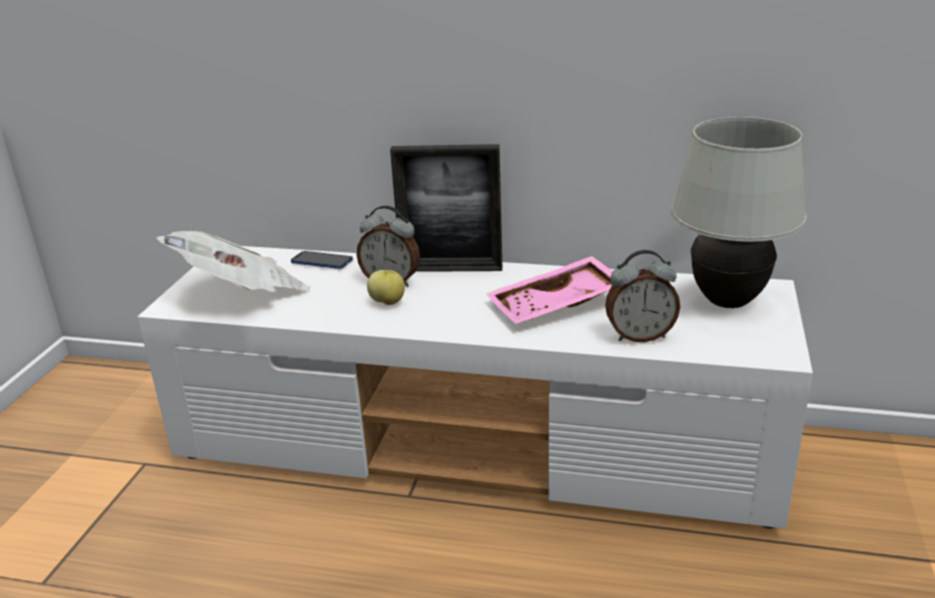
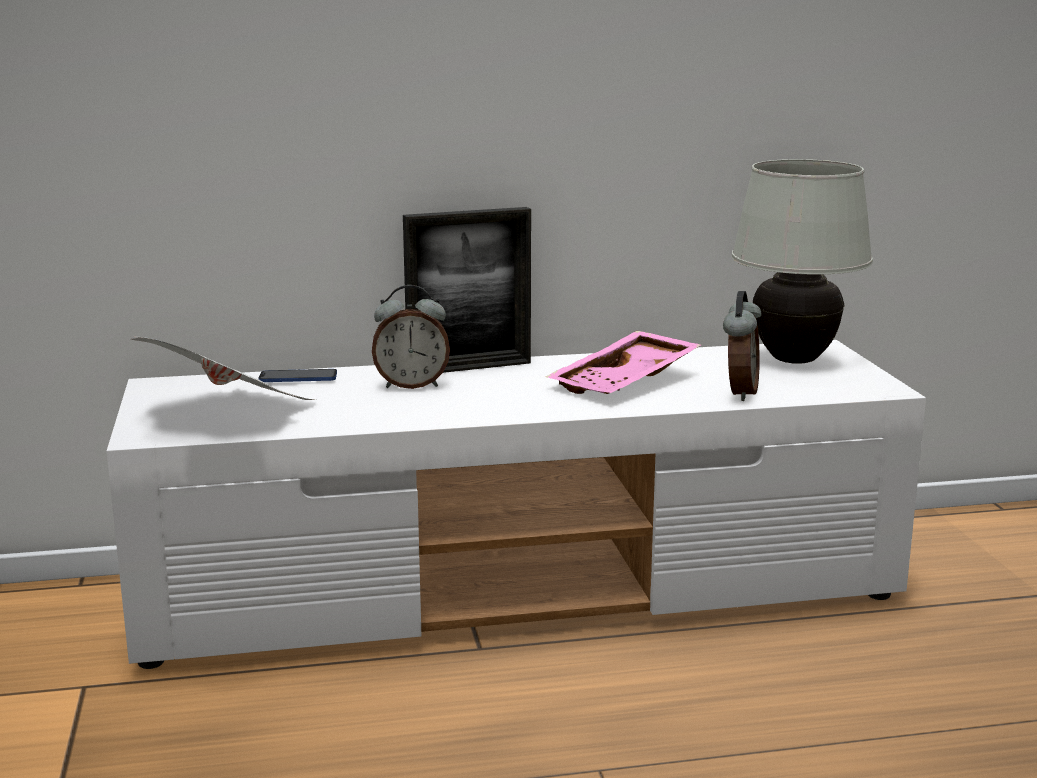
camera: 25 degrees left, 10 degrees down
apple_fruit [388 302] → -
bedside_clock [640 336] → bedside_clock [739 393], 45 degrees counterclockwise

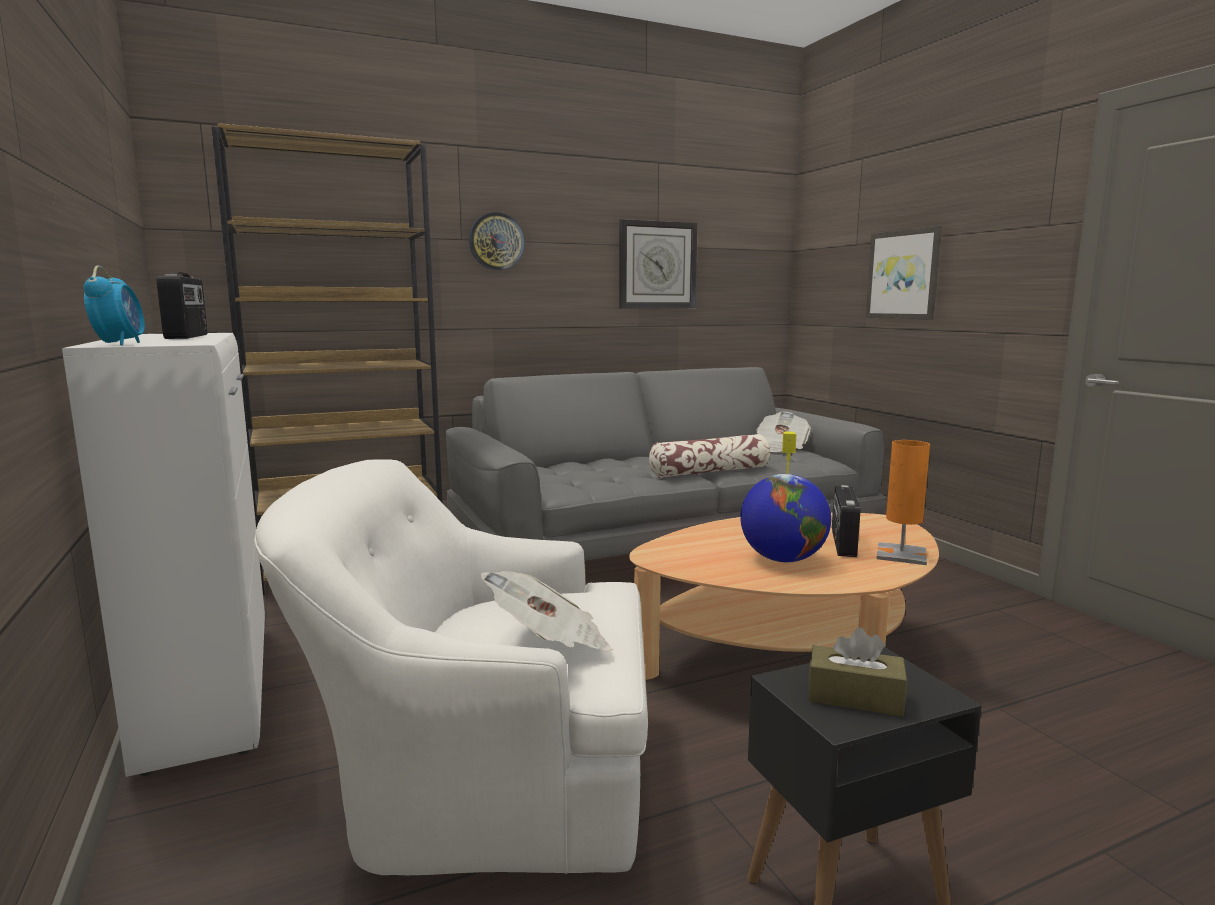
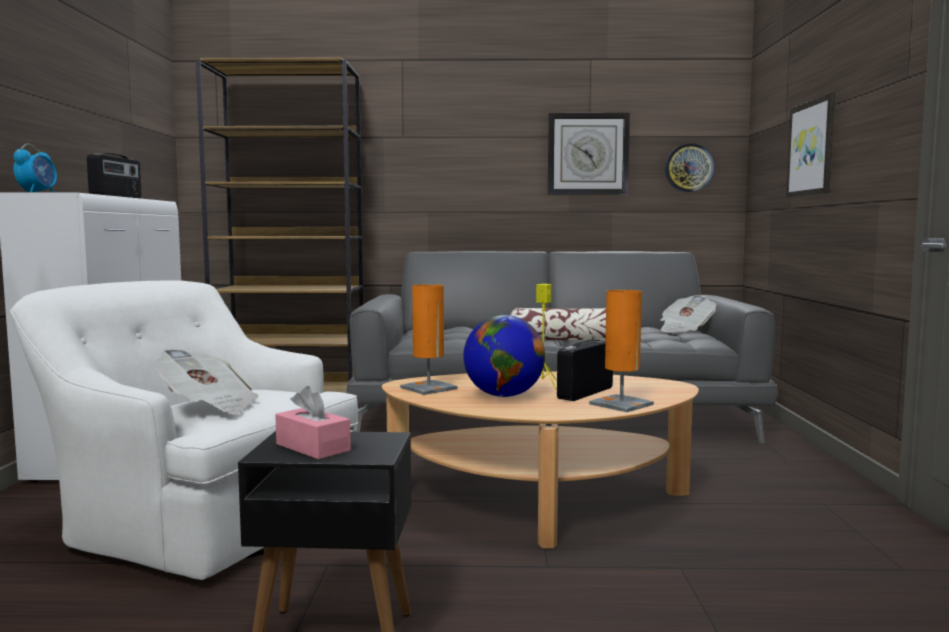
camera: 25 degrees right, 5 degrees down
wall_clock [496 241] → wall_clock [689 168], moved
brown_tissue_holder [854 697] → pinkish_tissue_holder [313 447]
- → orangey_tabletop_lamp [428 388]

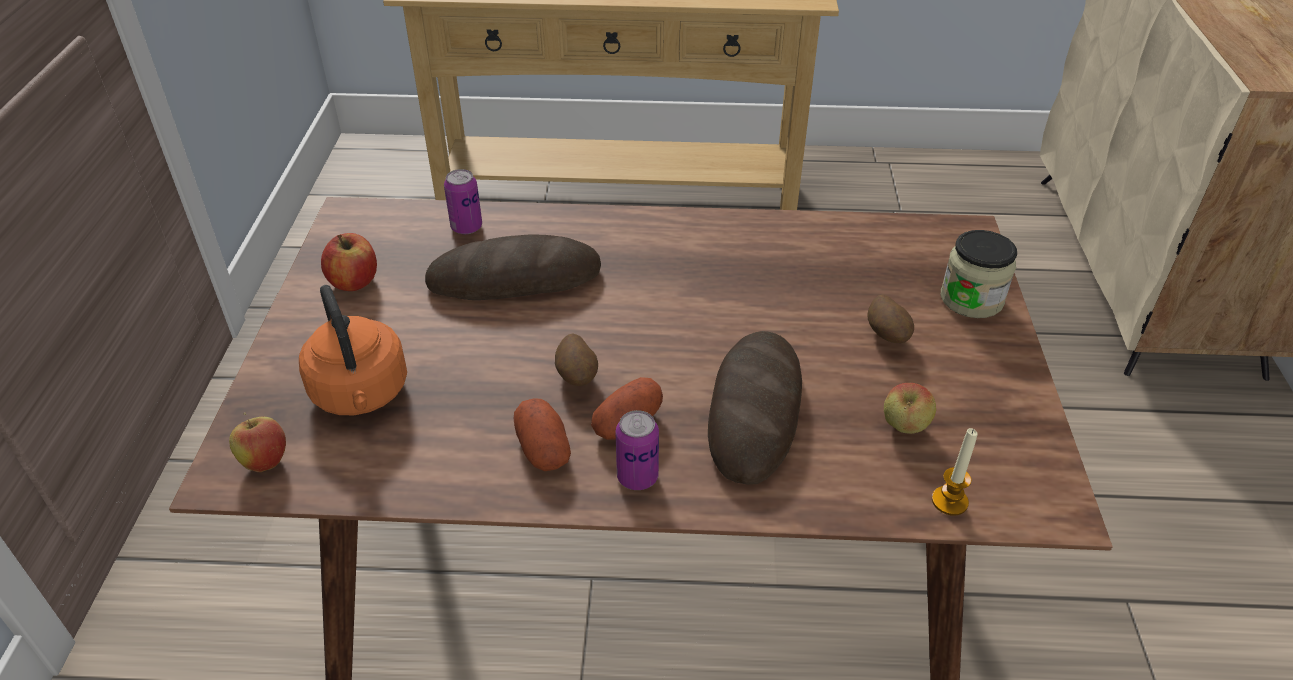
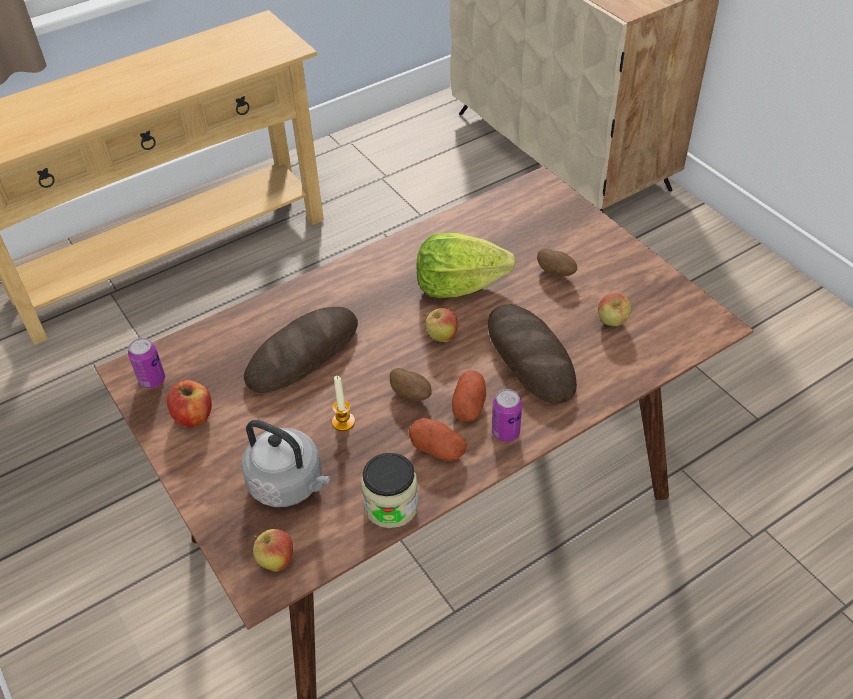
camera: 35 degrees left, 5 degrees up
orangey_tea_kettle [361 395] → gray_tea_kettle [289 484]
sealed_can [466 227] → sealed_can [152 380], moved
candle [949 501] → candle [343 422], moved
preserve_jar [971 299] → preserve_jar [391 506], moved
- → lettuce [459 285]
- → apple_fruit [441 337]

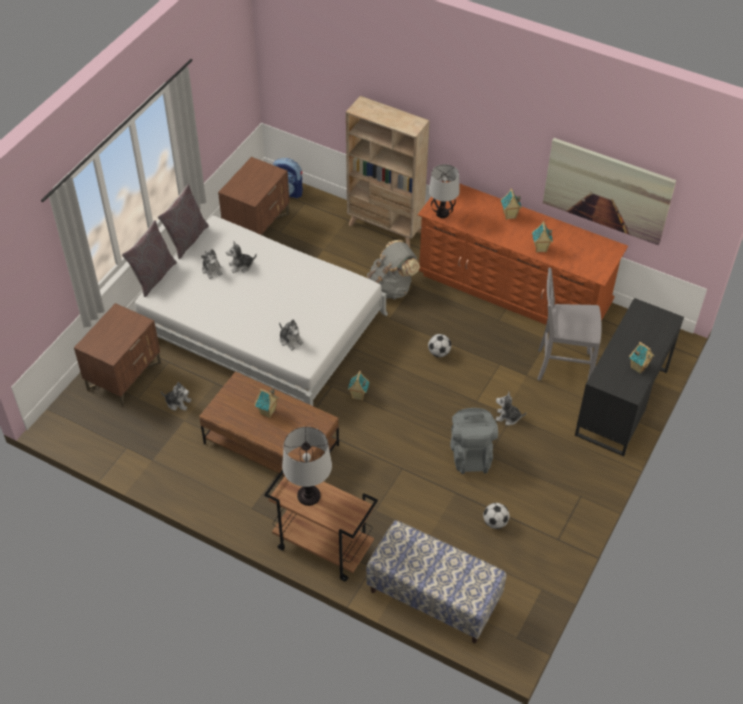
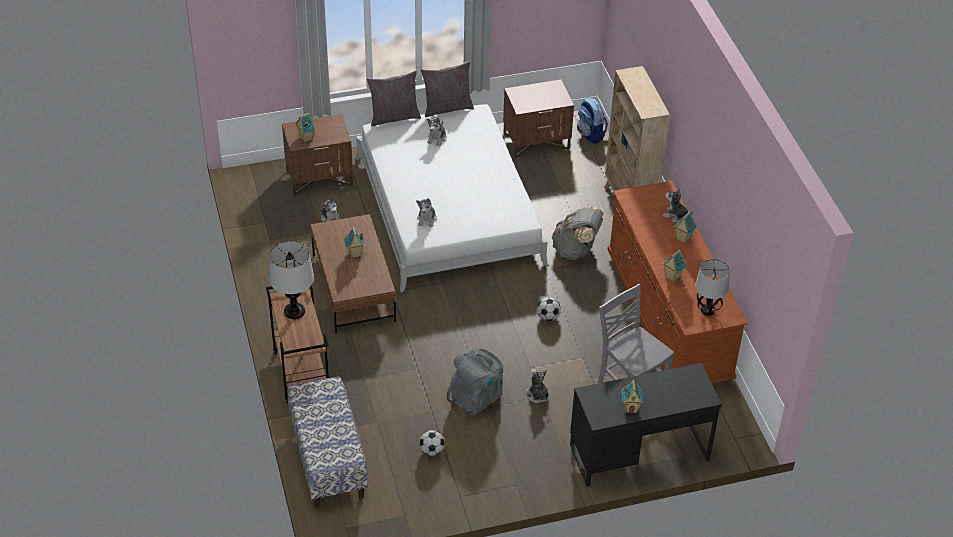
camera: 45 degrees right, 5 degrees down
plush_toy [241 266] → plush_toy [675 215], moved
model_house [358 396] → model_house [305 138], moved
tabletop_lamp [442 214] → tabletop_lamp [707 310], moved
picture [607 190] → -

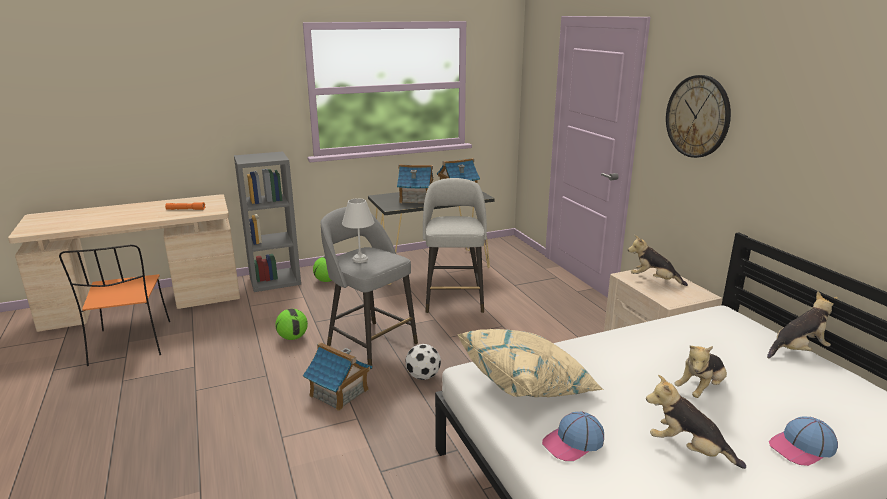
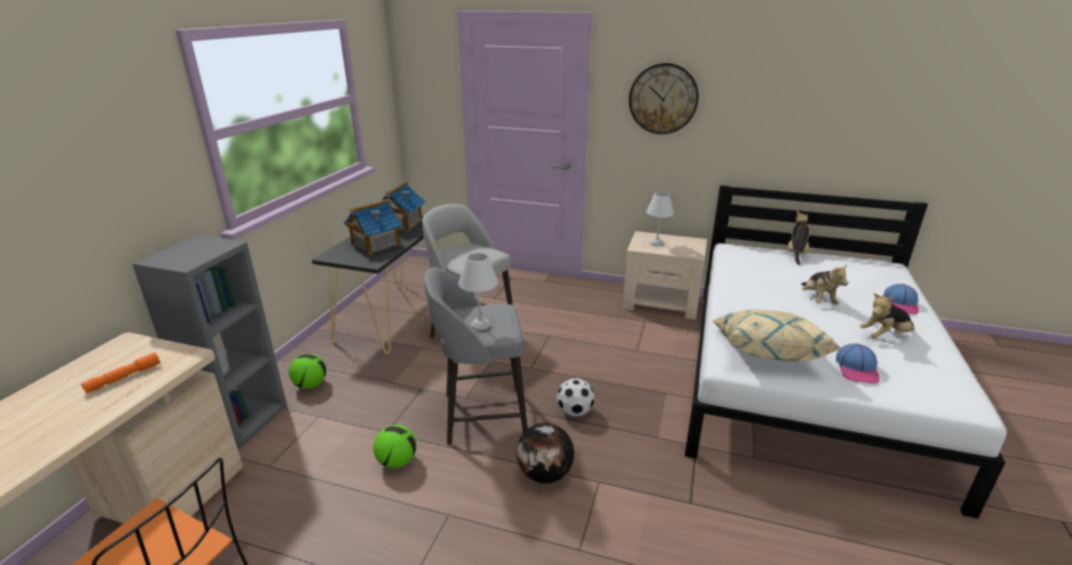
camera: 50 degrees left, 5 degrees up
model_house [339 393] → world_globe [545 474]
plush_toy [653 280] → white_tabletop_lamp [657 243]

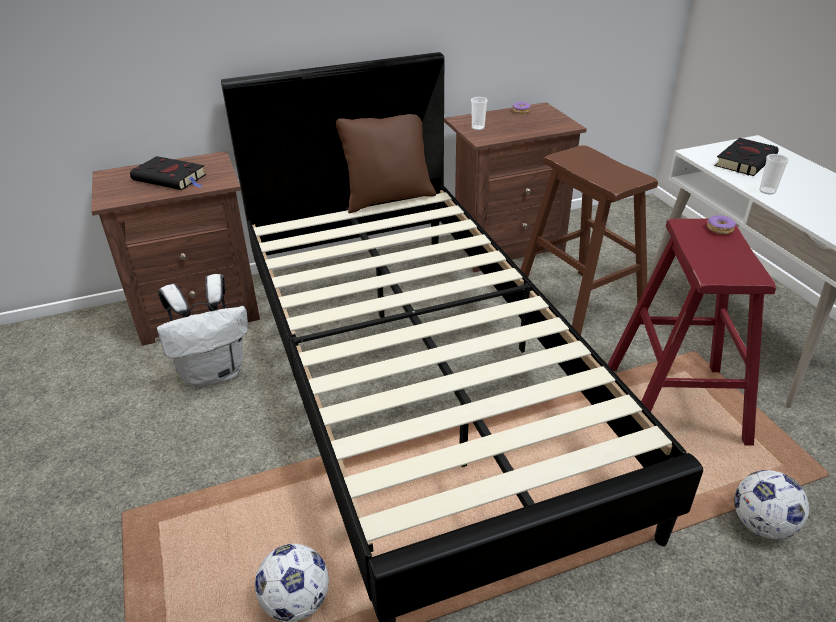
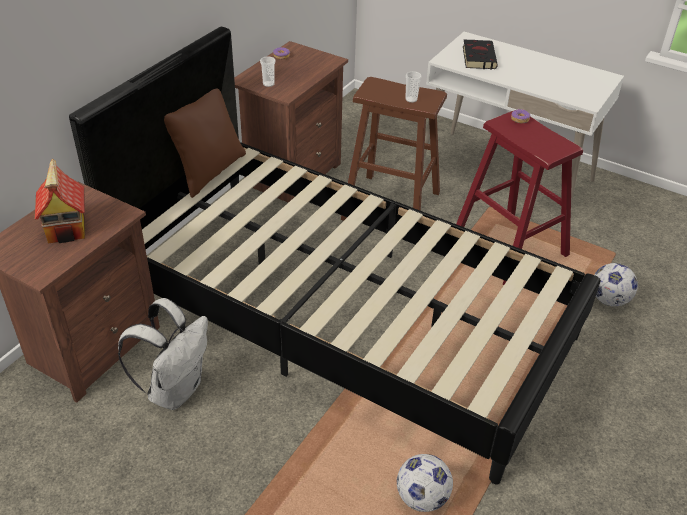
camera: 40 degrees left, 5 degrees up
black_book [171 178] → model_house [67 228]
small_cup [767 191] → small_cup [411 99], moved

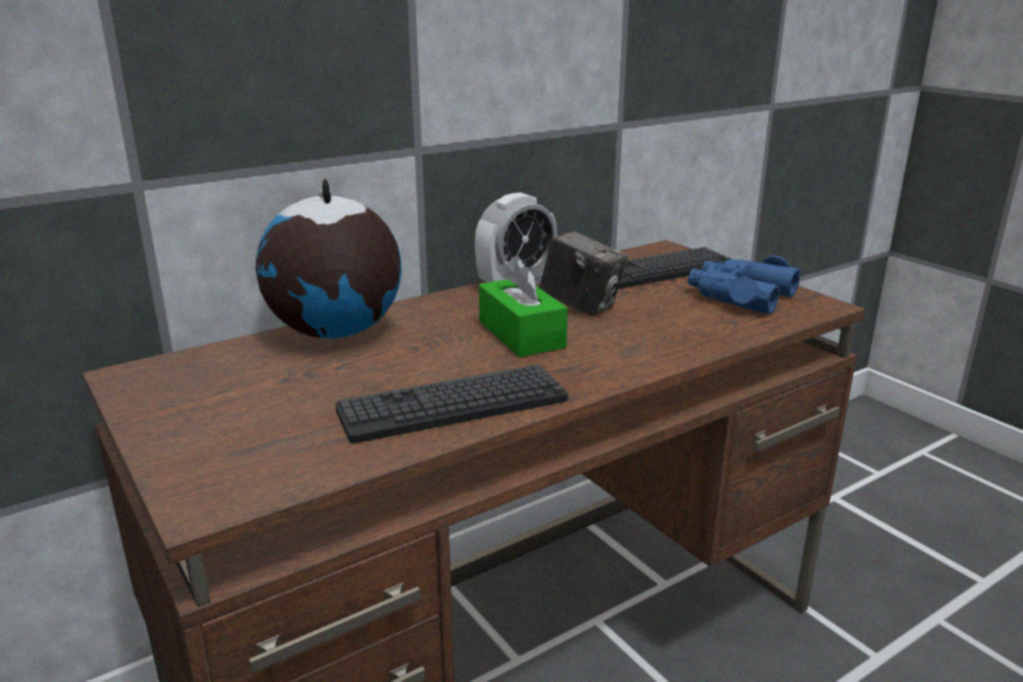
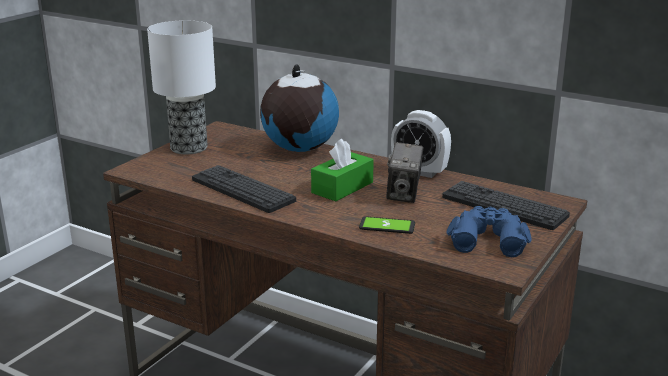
camera: 65 degrees right, 0 degrees up
- → tabletop_lamp [188 147]
- → handset [387 226]

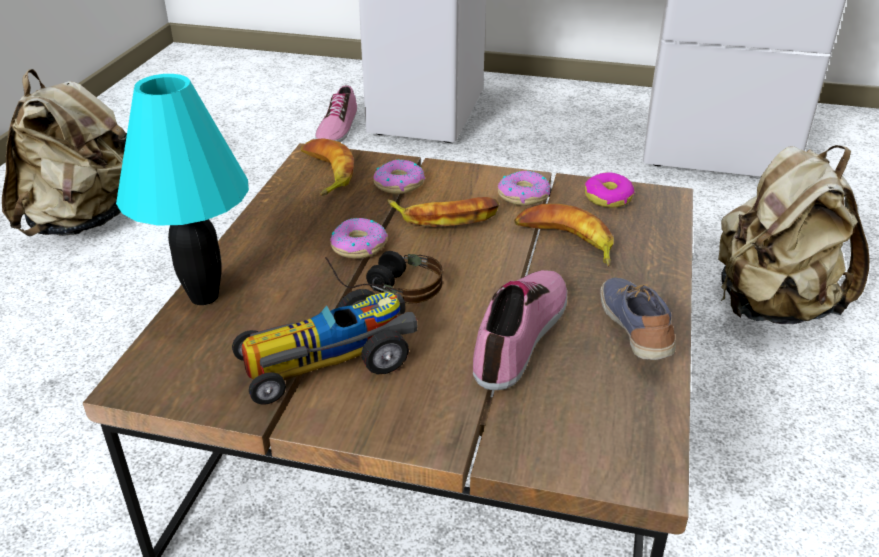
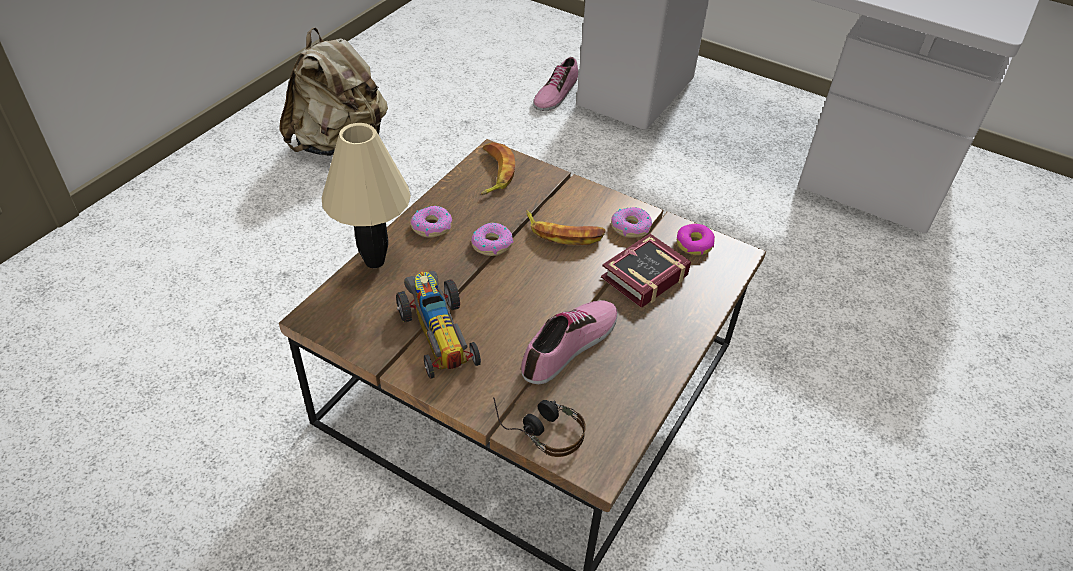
camera: 15 degrees right, 10 degrees up
blue-green_tabletop_lamp [204 296] → sand-coloured_tabletop_lamp [374 261]
model_car [331 360] → model_car [437 332], 105 degrees counterclockwise
headset [386 286] → headset [539 428], moved
doughnut [399 184] → doughnut [431 226], moved
banana_fruit [565 242] → book [640 277]
shoe [635 330] → -
sand-coloured_backpack [771 306] → -

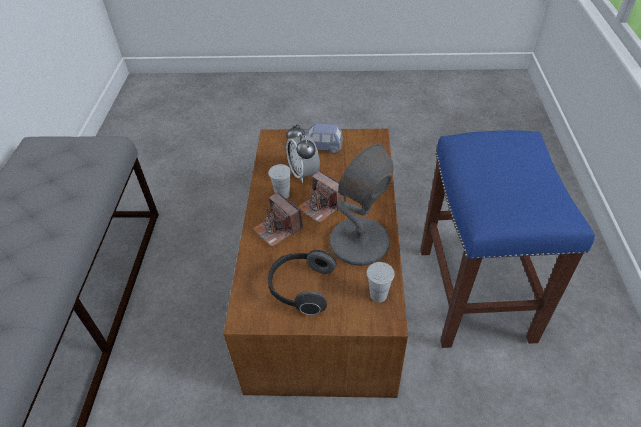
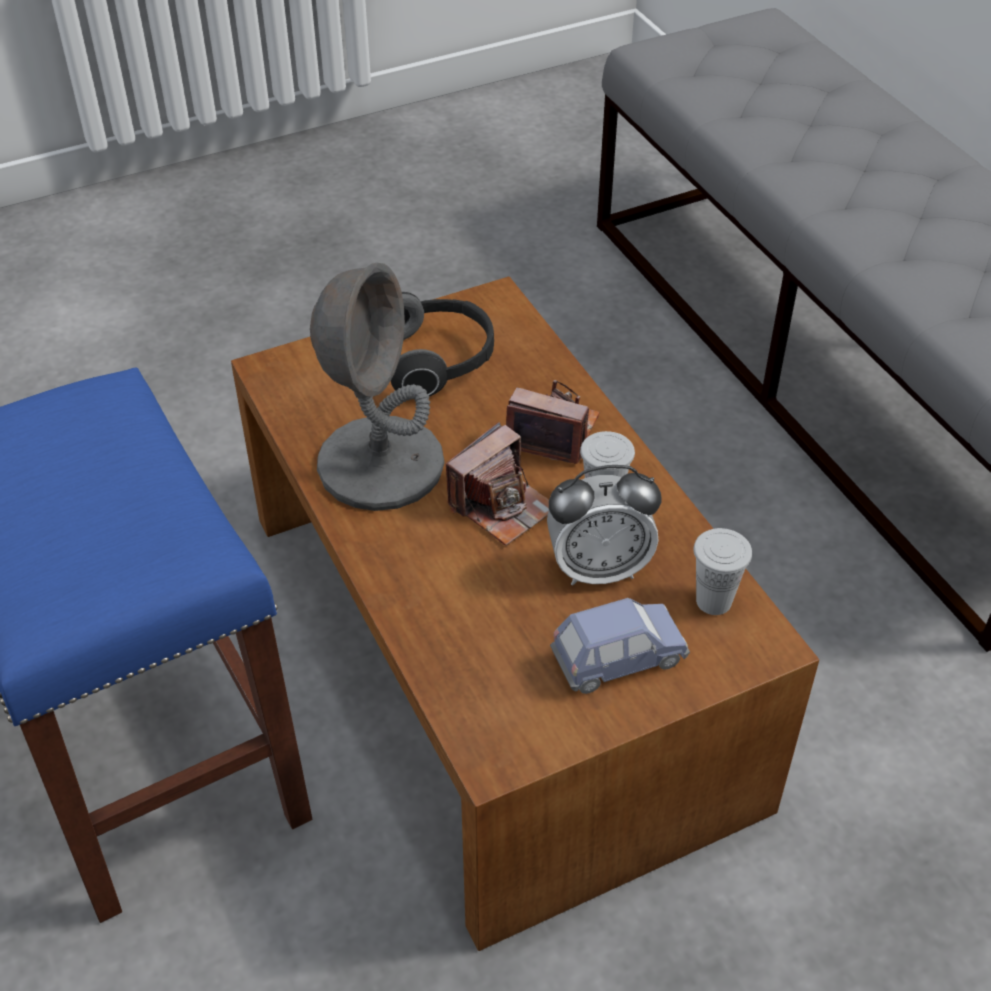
camera: 150 degrees right, 0 degrees up
bedside_clock [303 173] → bedside_clock [598 568], 135 degrees clockwise
photo_camera [321 206] → photo_camera [502 506], 120 degrees clockwise
white_small_cup [378 295] → white_small_cup [713 601], moved

